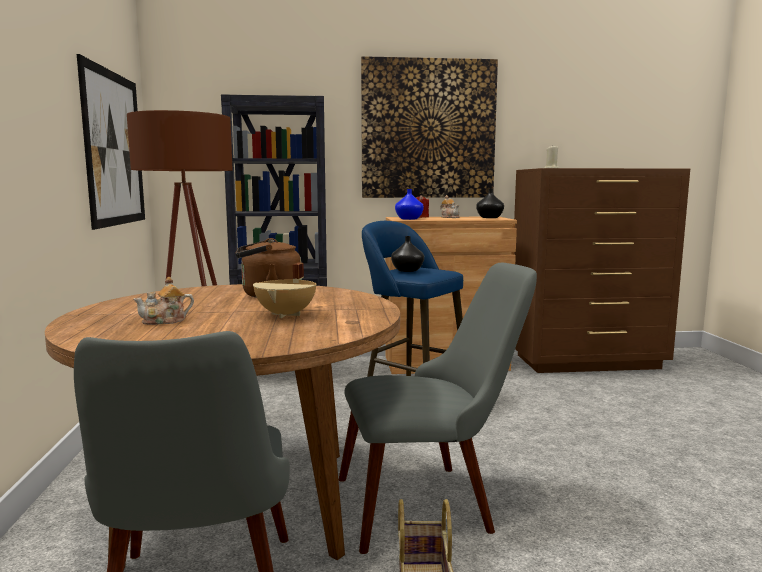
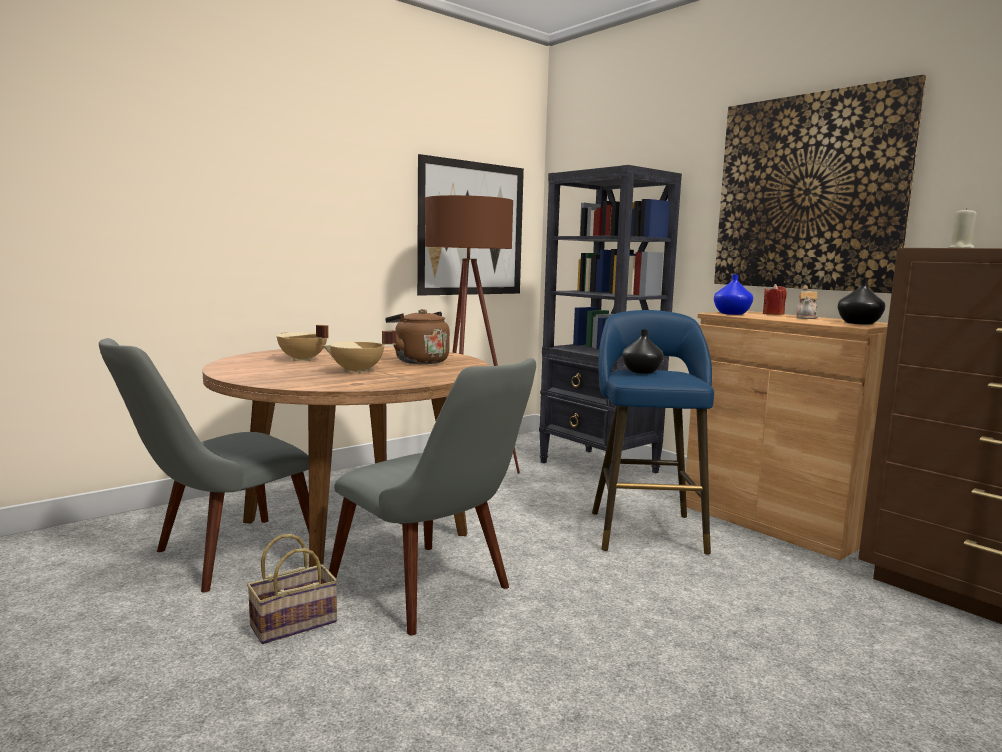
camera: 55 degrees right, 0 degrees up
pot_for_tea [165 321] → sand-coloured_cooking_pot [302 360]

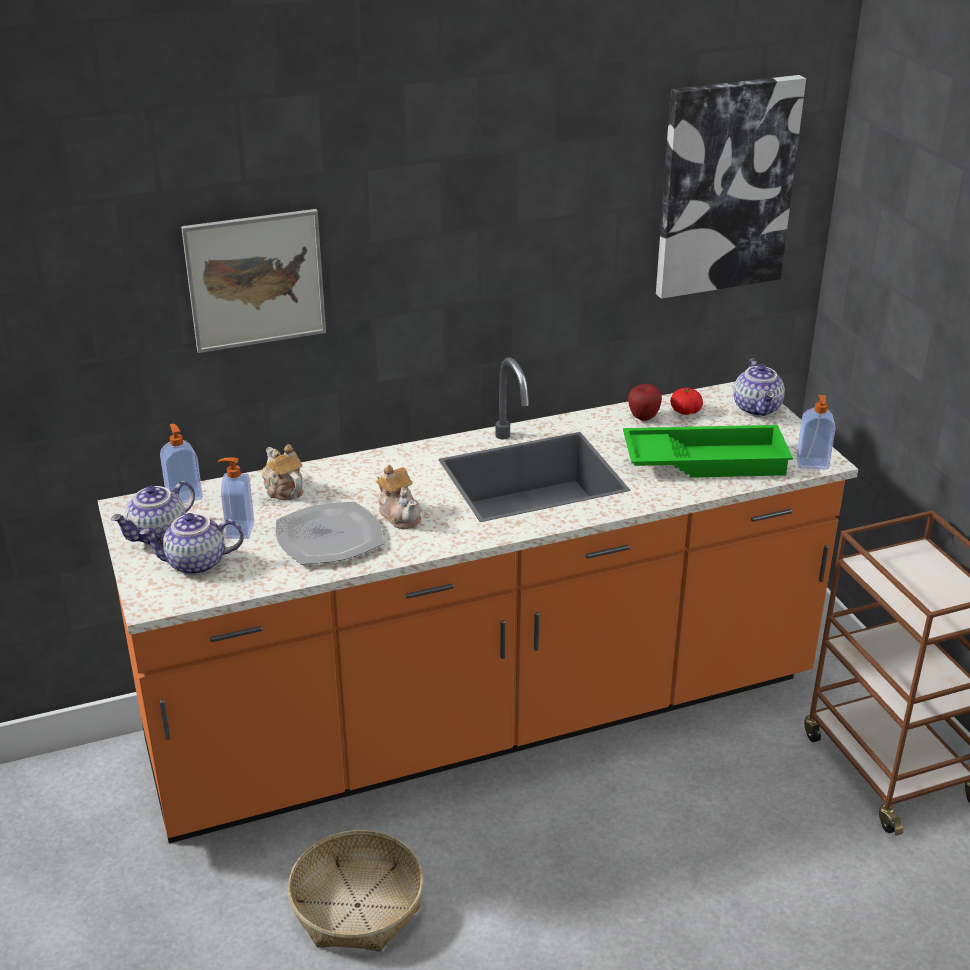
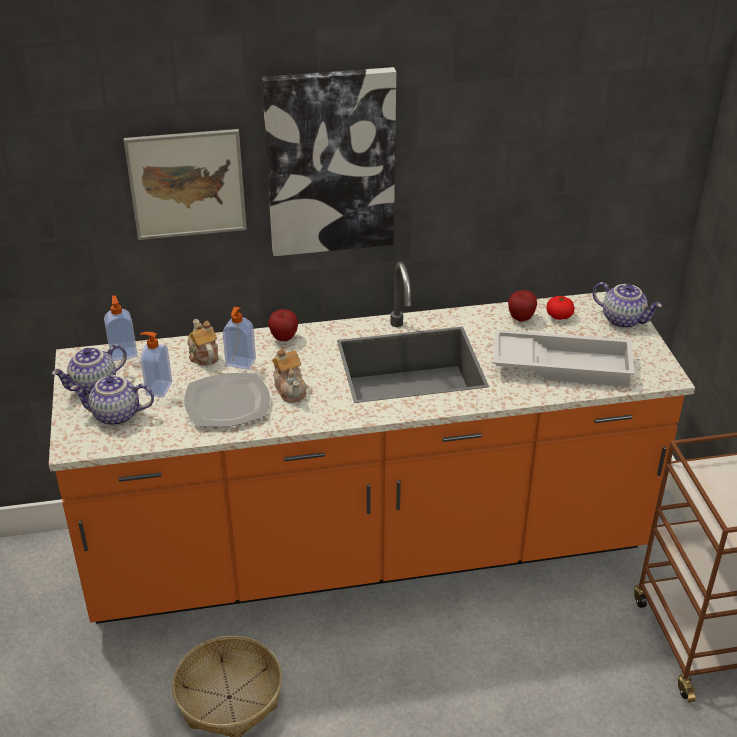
camera: 10 degrees right, 5 degrees up
green-coloured_serving_tray [705 460] → white_serving_tray [562 364]
picture [725 186] → picture [330 162], moved
pot_for_tea [758 409] → pot_for_tea [623 320], 60 degrees counterclockwise
soap_dispenser [812 464] → soap_dispenser [240 363], moved
- → apple_fruit [284 338]

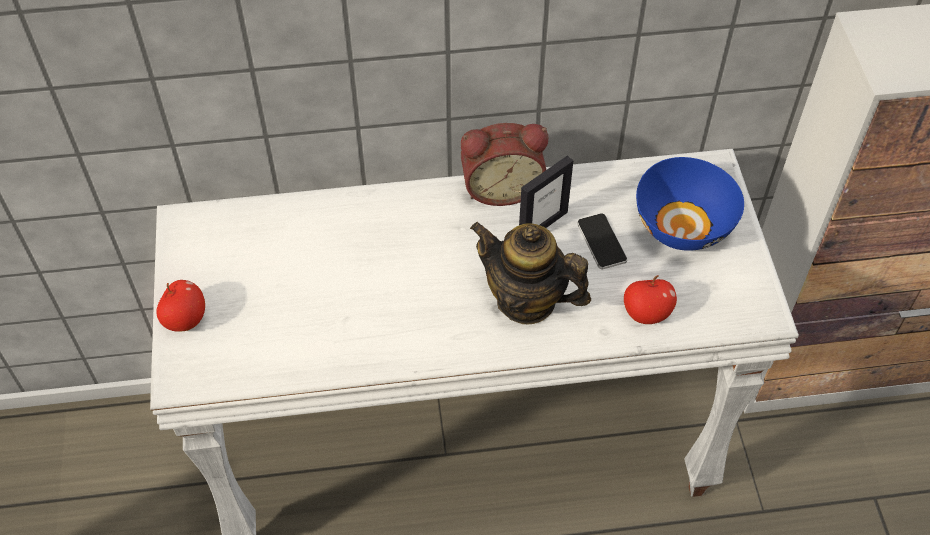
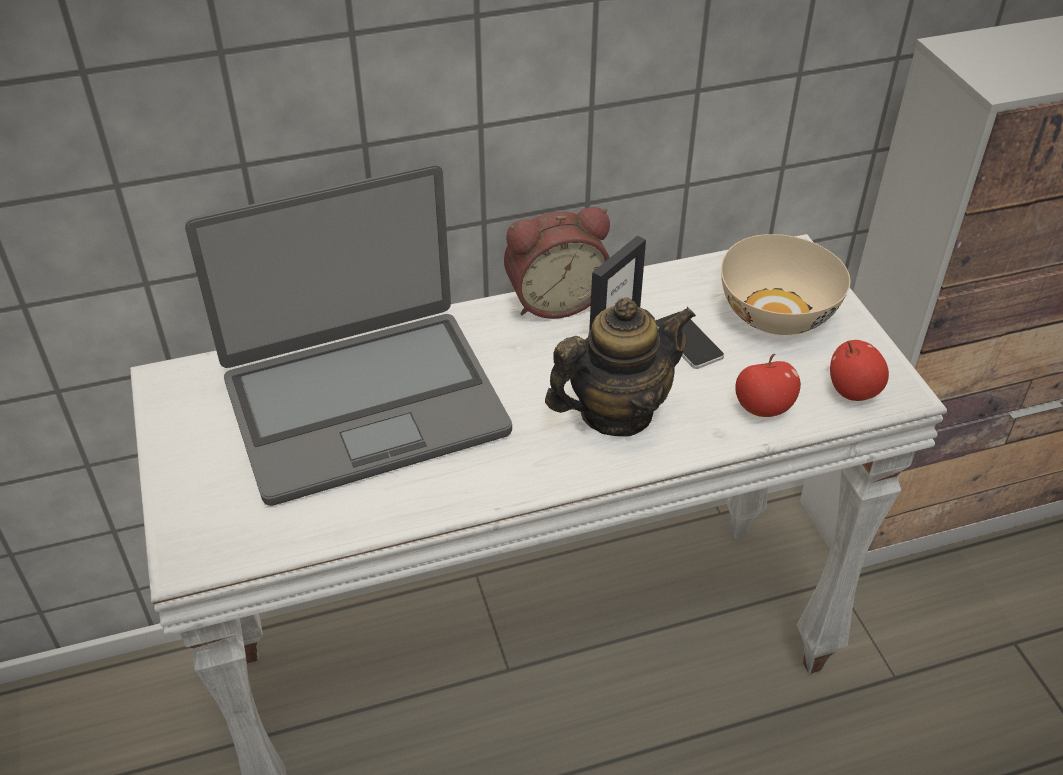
camera: 10 degrees left, 10 degrees down
apple_fruit [185 319] → apple_fruit [853 390], moved
pot_for_tea [526 300] → pot_for_tea [616 412], 135 degrees clockwise
blue-coloured_deep_dish [684 226] → sand-coloured_deep_dish [778 314]
- → portable_computer [364 404]

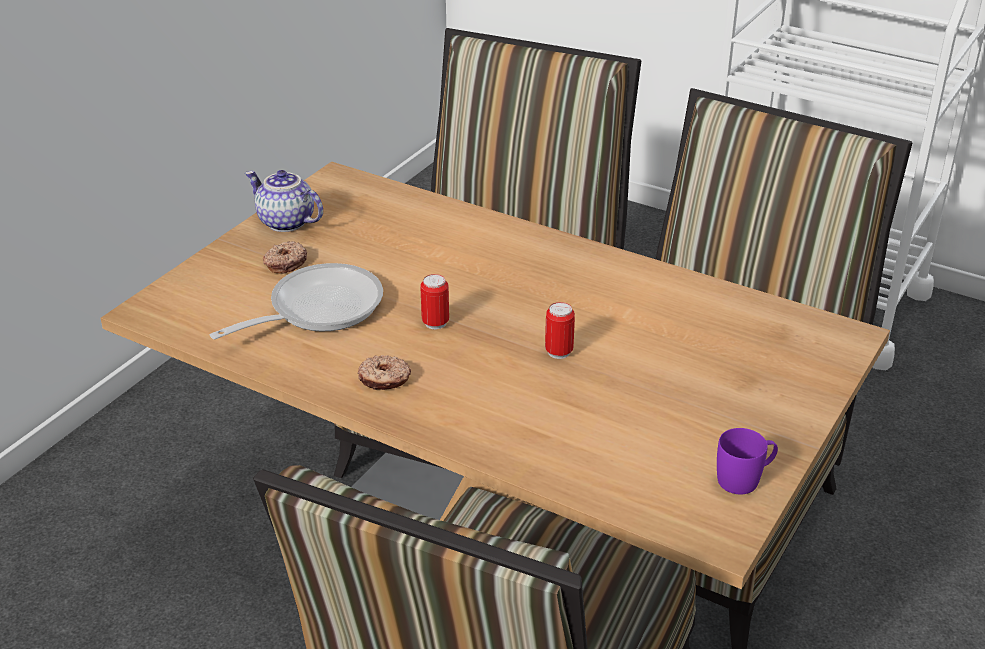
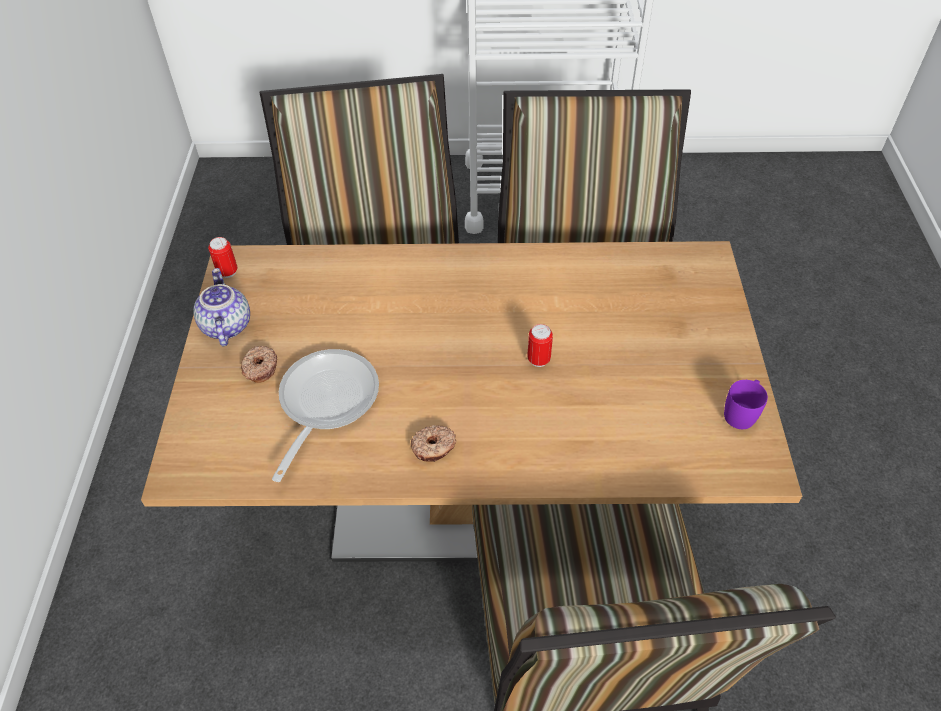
camera: 30 degrees left, 15 degrees up
pot_for_tea [285 222] → pot_for_tea [225 326], 75 degrees clockwise
sealed_can [435 323] → sealed_can [227 272], moved

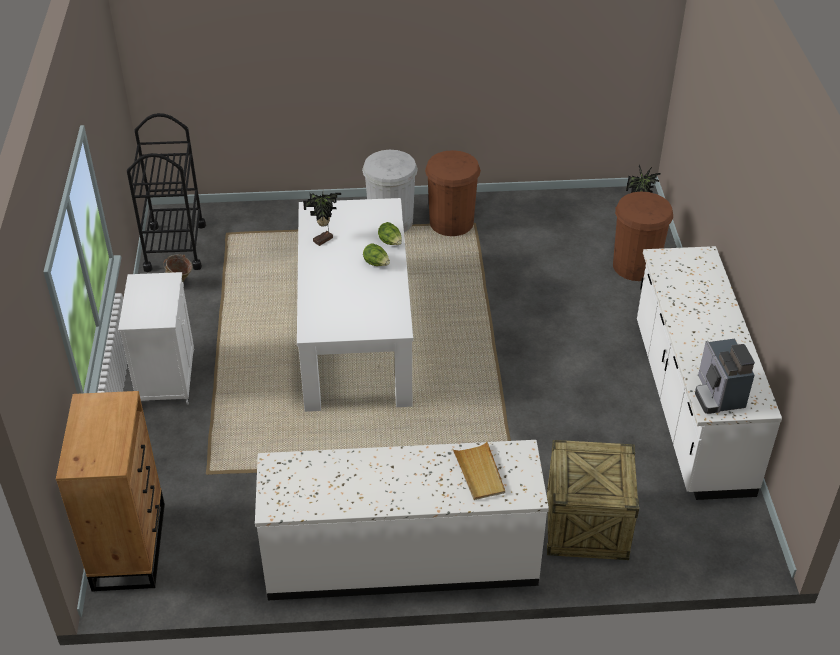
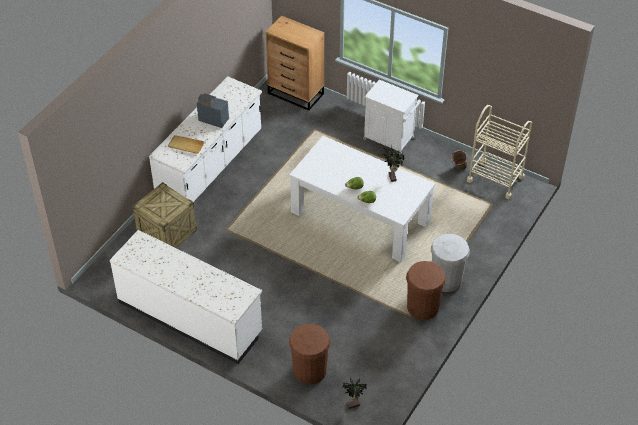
camera: 125 degrees right, 5 degrees up
black_wheeled_cart [175 247] → sand-coloured_wheeled_cart [495 179]
coffee_maker [718 395] → coffee_maker [213 118], moved

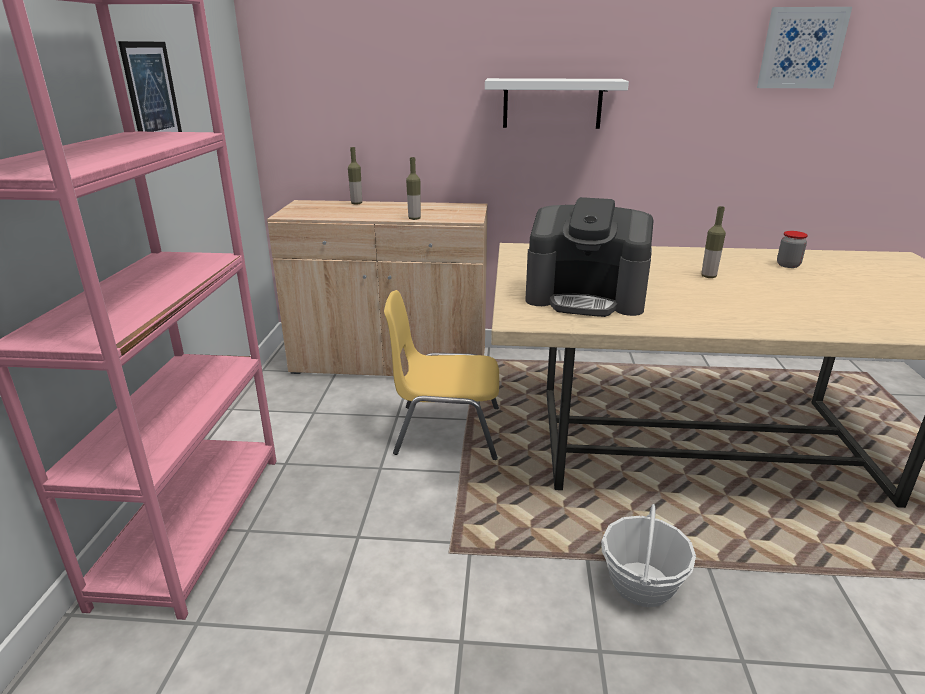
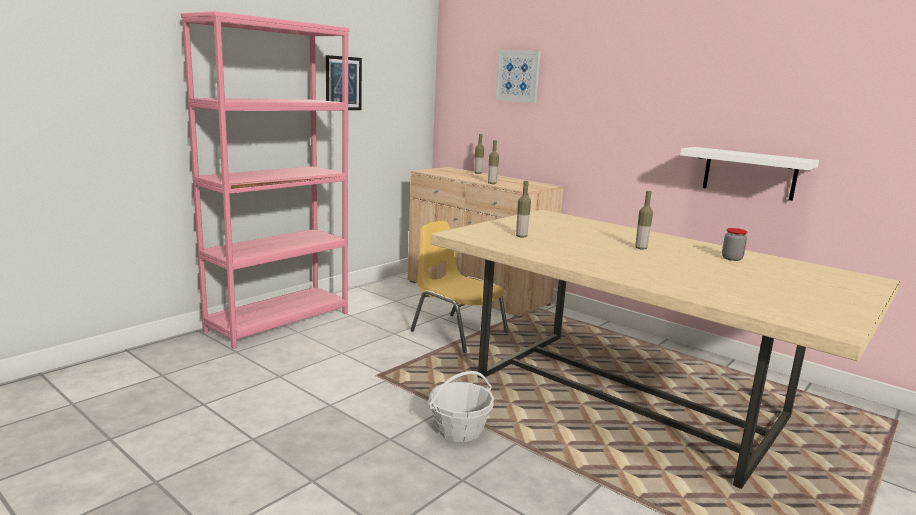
camera: 35 degrees right, 10 degrees down
white_wall_shelf [552 103] → white_wall_shelf [749 173], moved
coffee_maker [586 297] → drink_bottle [521 236]
picture [801 48] → picture [518 76], moved

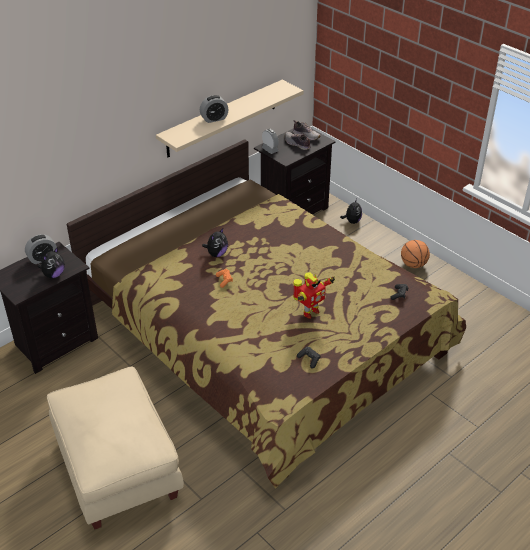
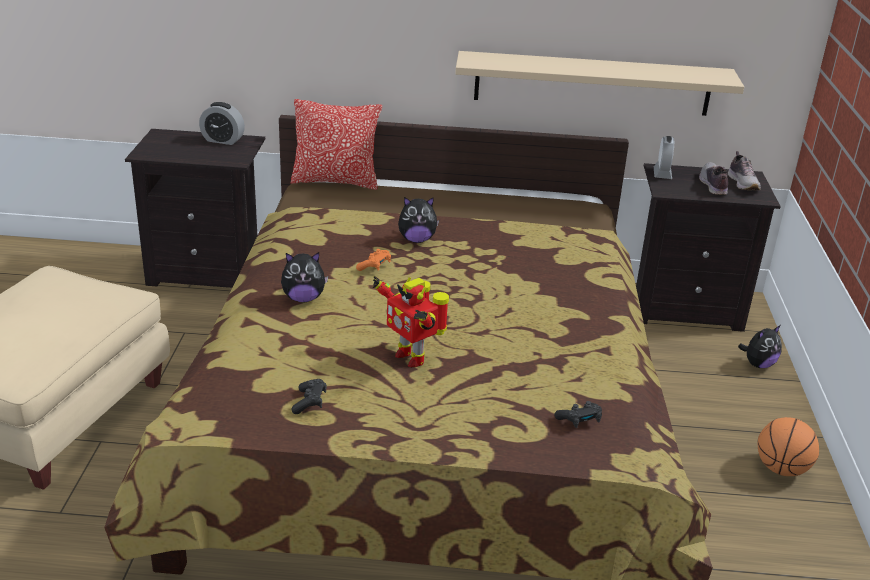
camera: 45 degrees right, 10 degrees down
plush_toy [53 274] → plush_toy [303 298], moved
bedside_clock [214 119] → -
robot_figure [309 312] → robot_figure [411 357], 45 degrees clockwise
- → cushion [335 181]

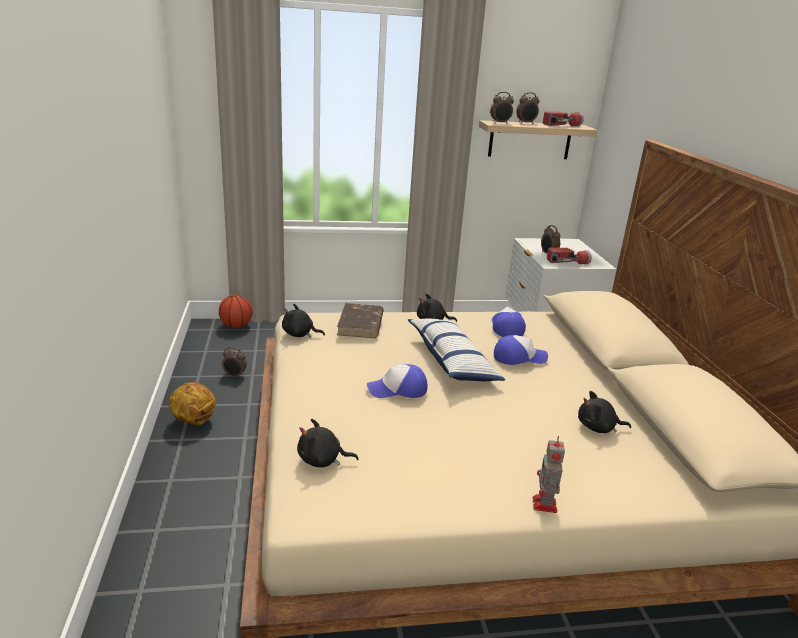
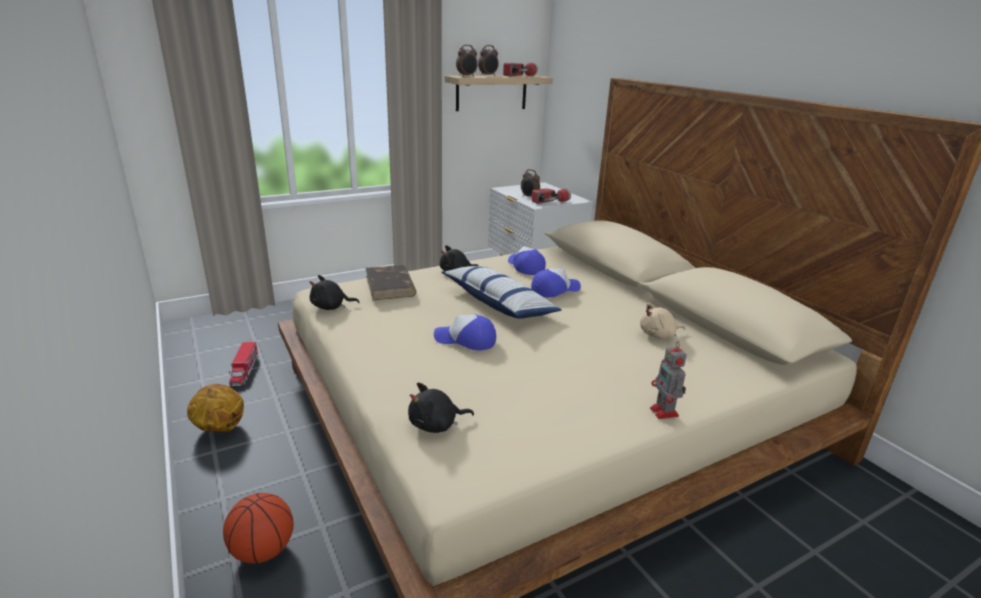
camera: 20 degrees left, 0 degrees up
ball_for_basketball [236 326] → ball_for_basketball [263 551], moved
bedside_clock [234 375] → model_truck [244 370]
cap [398 390] → cap [465 340], 45 degrees clockwise
black_plush_toy [598 428] → sand-coloured_plush_toy [659 335]

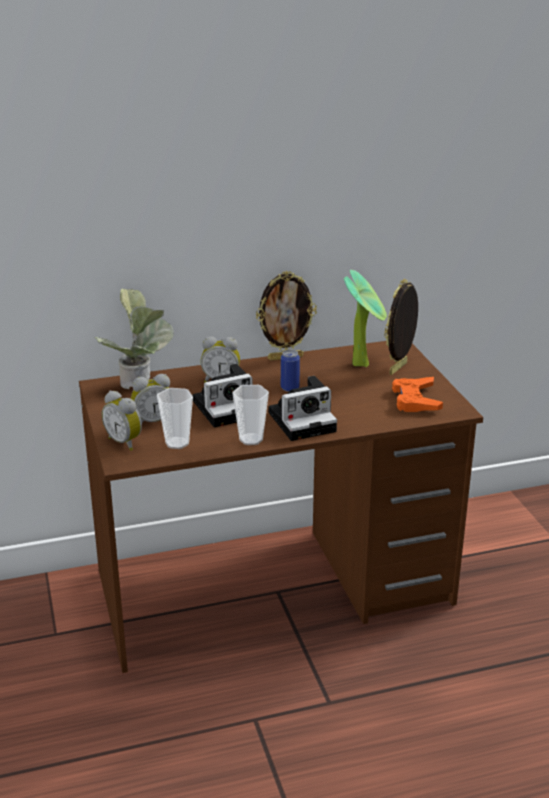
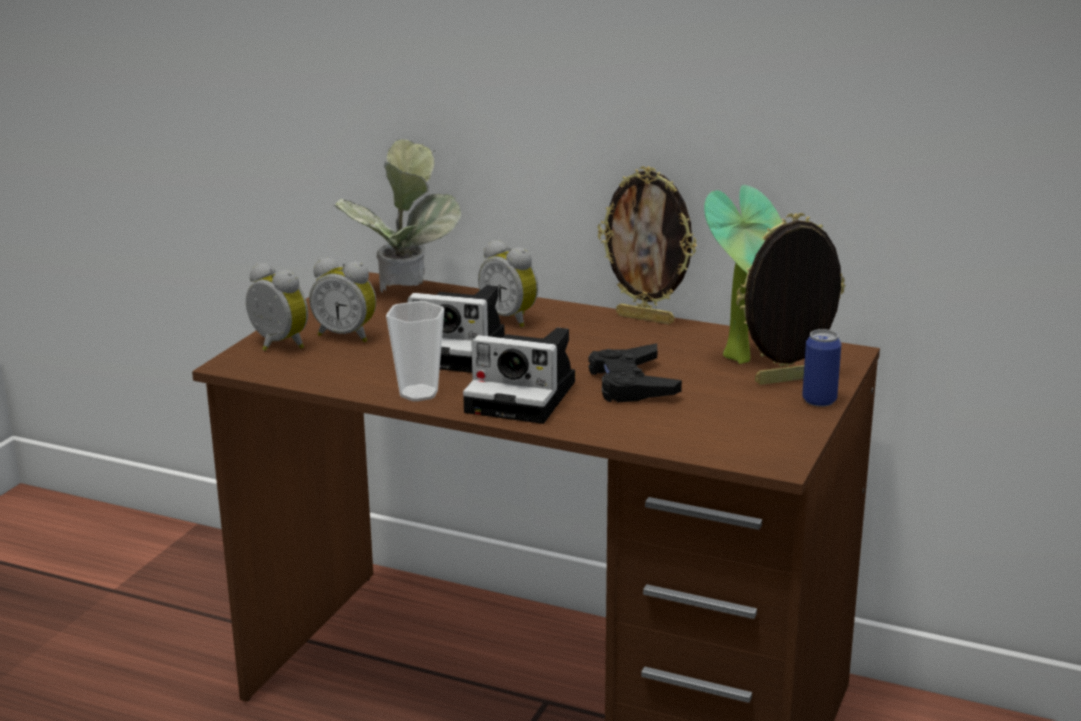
camera: 40 degrees right, 5 degrees down
bedside_clock [125 442] → bedside_clock [276 345], 135 degrees clockwise
small_cup [177 443] → -
sealed_can [290 388] → sealed_can [819 400], moved
orangey_joypad [415 400] → -
- → black_joypad [631 383]

